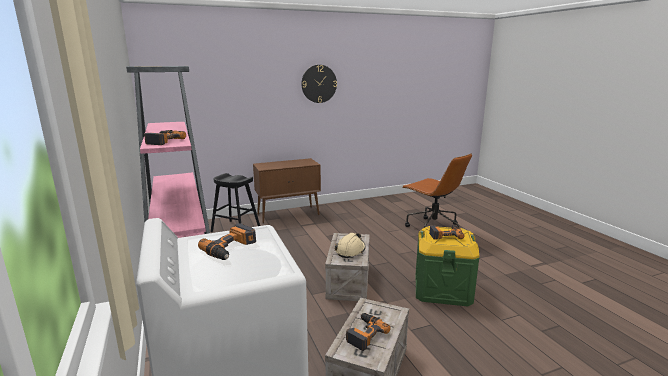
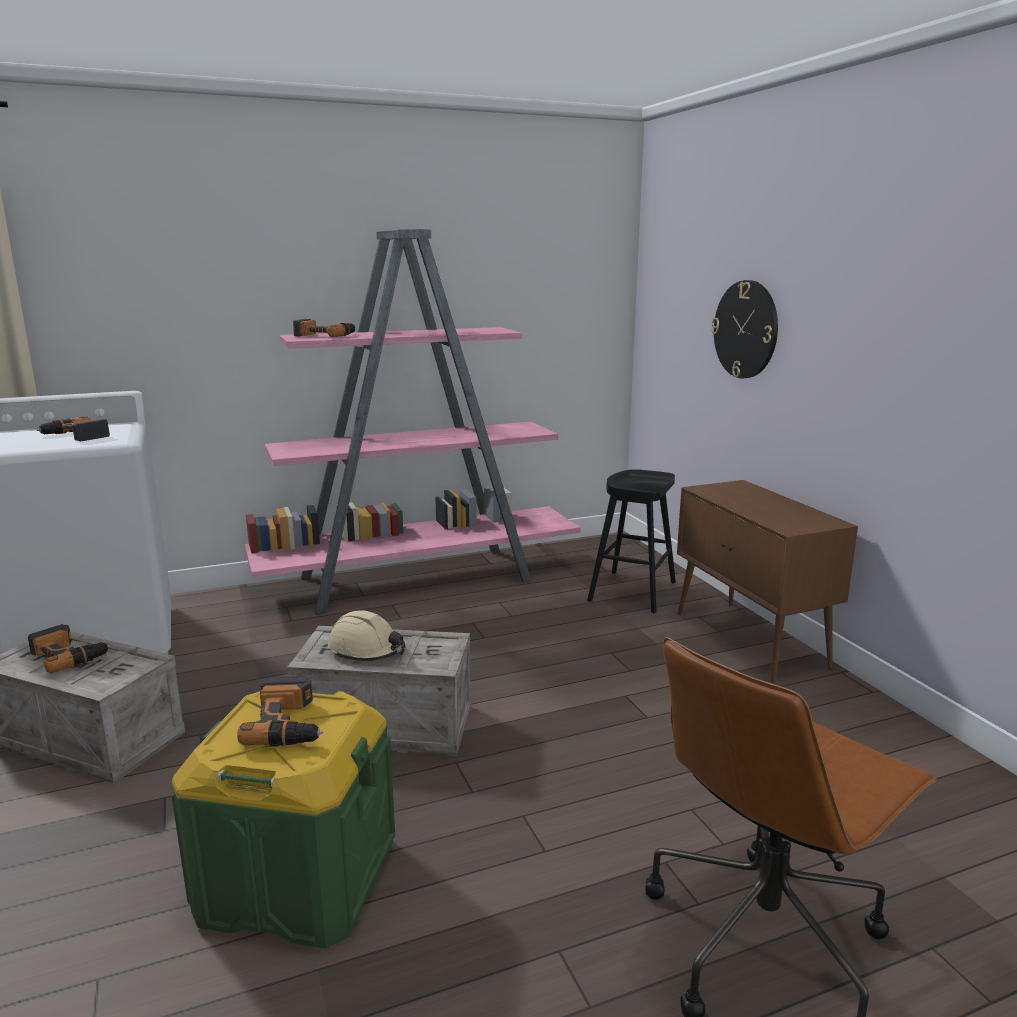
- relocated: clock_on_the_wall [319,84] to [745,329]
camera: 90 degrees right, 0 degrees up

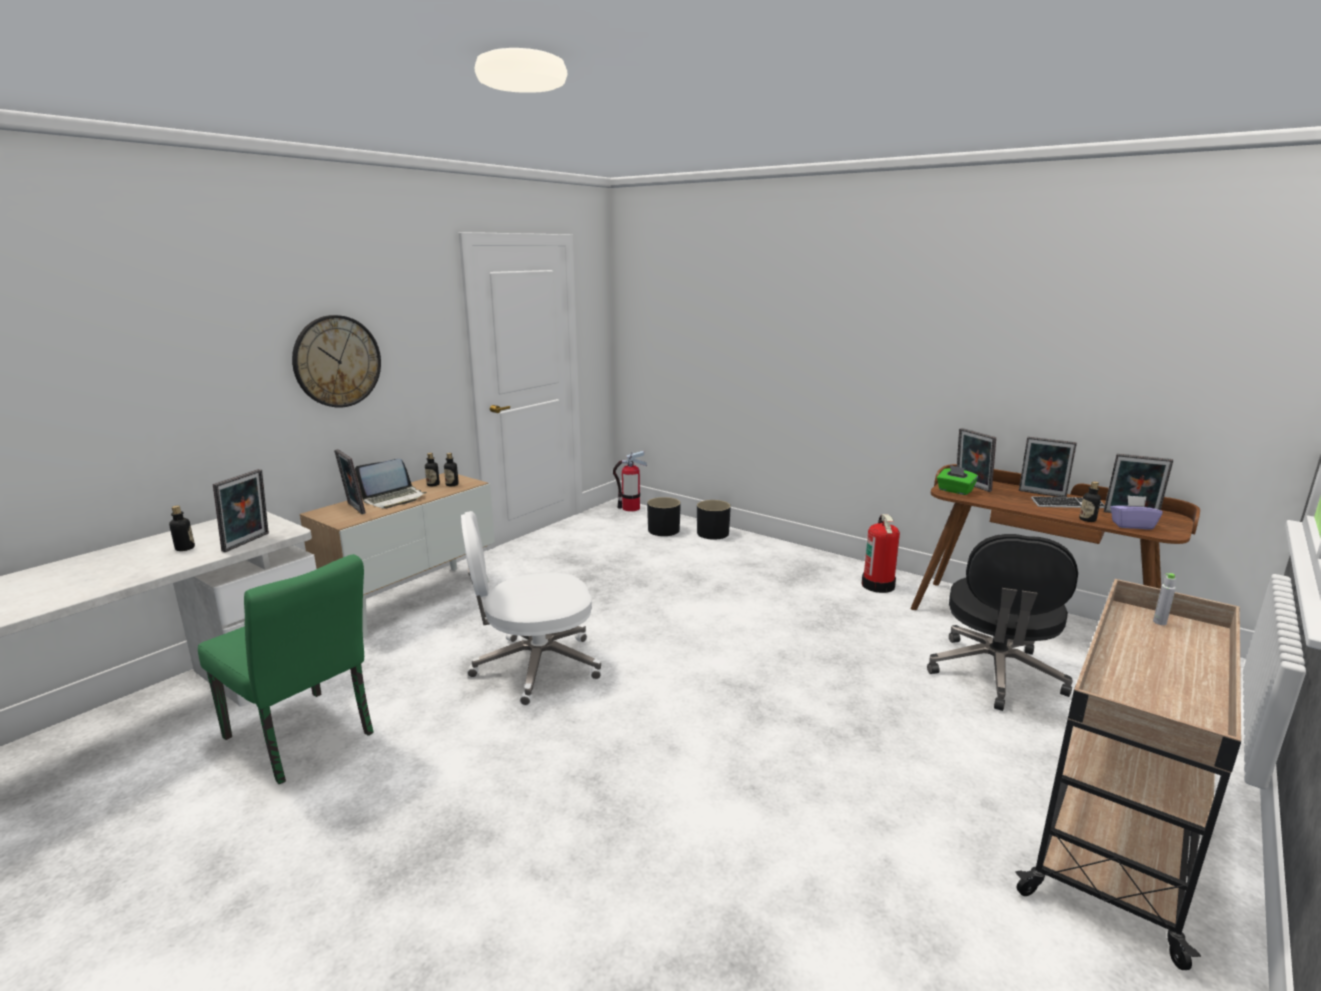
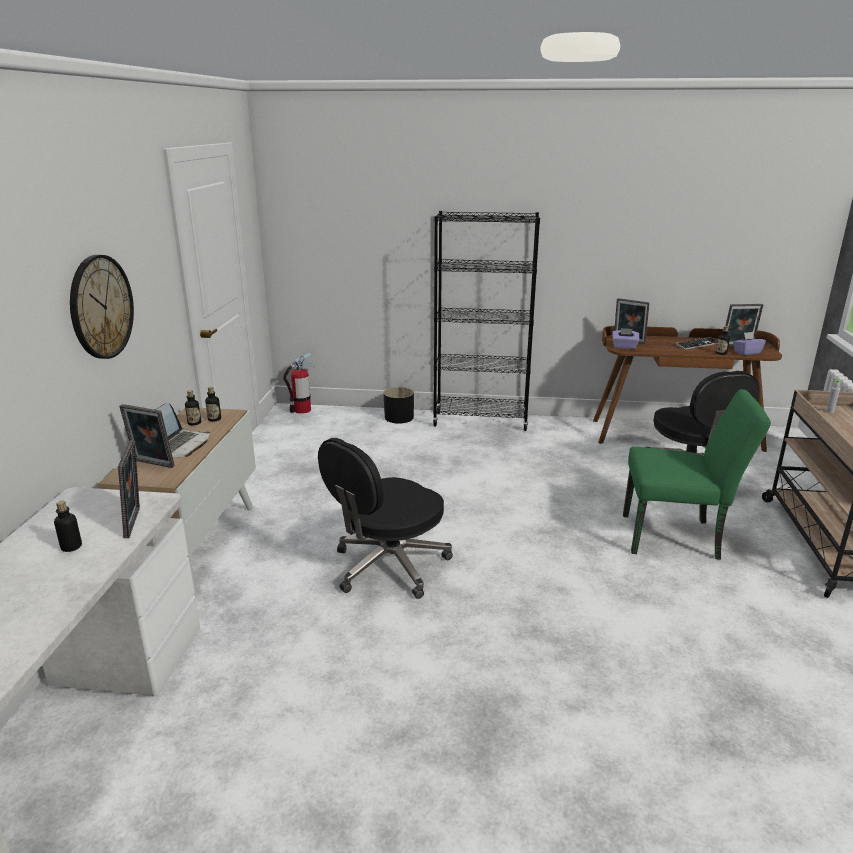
- missing: picture_frame [1041,494]
- colour: green_tissue_holder [955,491] to purple-coloured_tissue_holder [624,347]
- missing: blackish_flower_pot [663,530]
- colour: white-coloured_office_chair [534,666] to blackish_office_chair [388,566]
- missing: fire_extinguisher [878,585]
- relocated: green_chair [305,740] to [678,537]
- appeared: blackish_bookcase [481,421]
camera: 30 degrees left, 5 degrees up

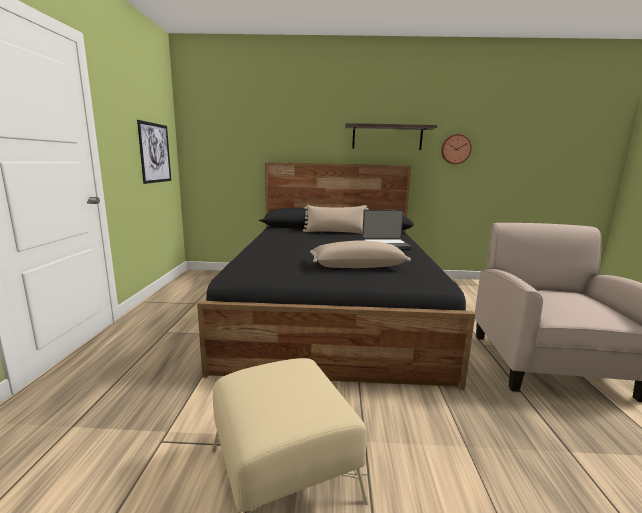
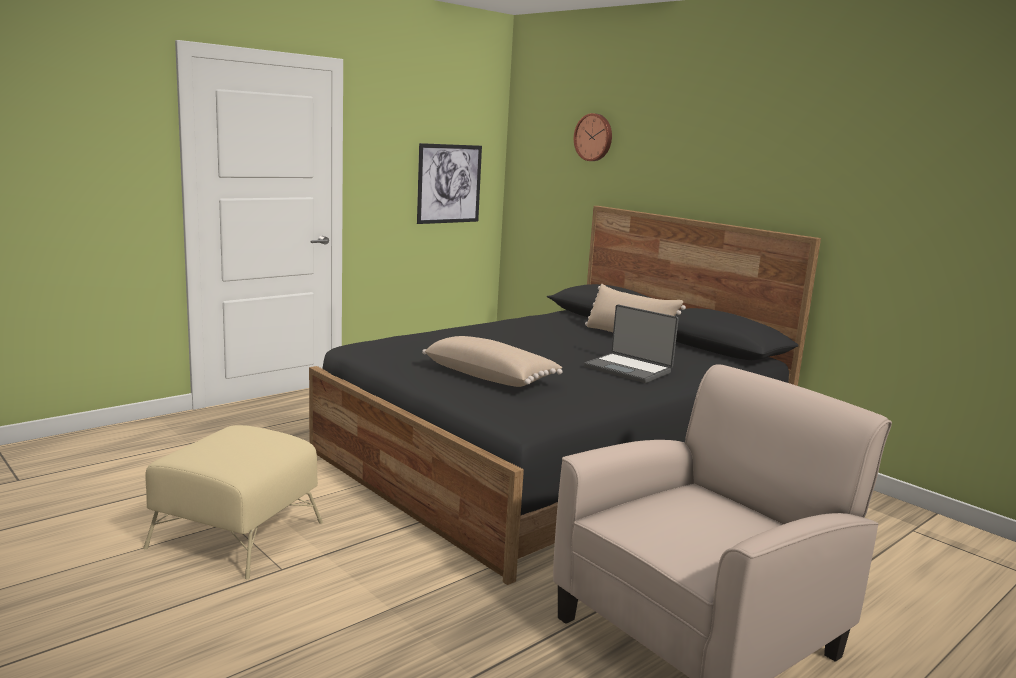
- missing: shelf [387,137]
- relocated: clock_on_the_wall [455,149] to [594,137]
camera: 45 degrees right, 0 degrees up

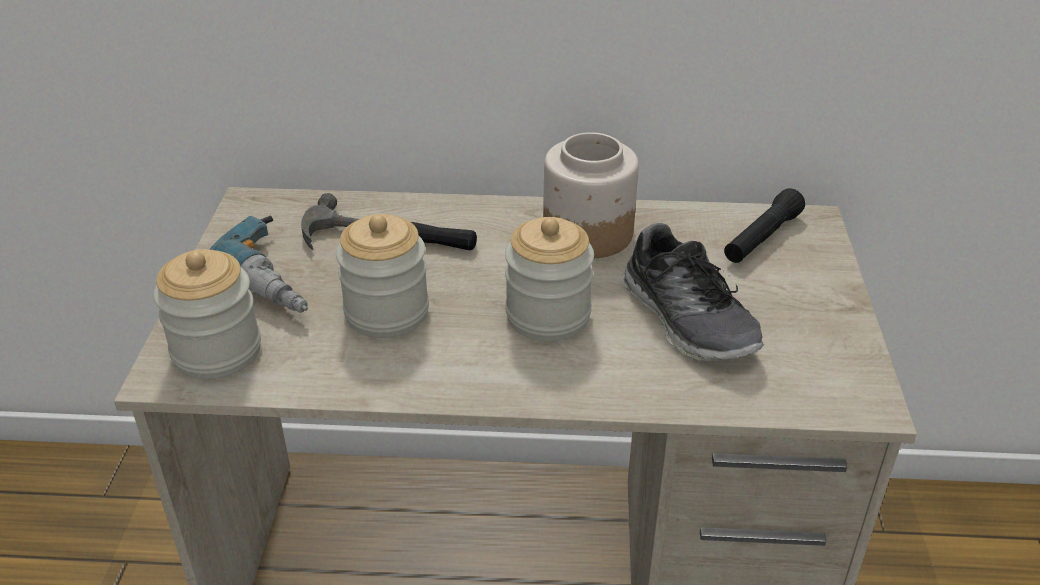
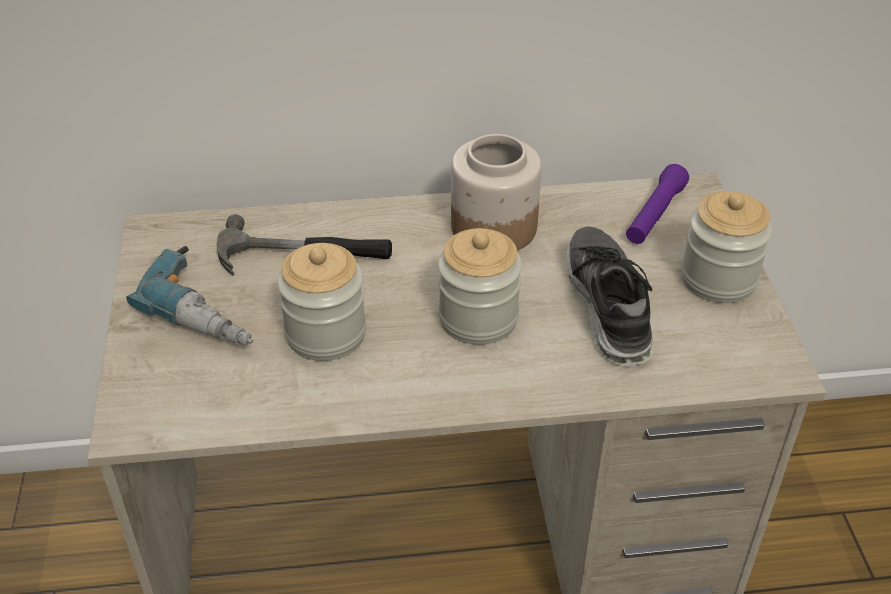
- colour: blackish_flashlight [761,238] to purple-coloured_flashlight [654,215]
- spun: item_of_footwear [687,320] = [606,306] 150 degrees counterclockwise
- relocated: preserve_jar [217,351] to [718,279]
camera: 10 degrees left, 5 degrees up

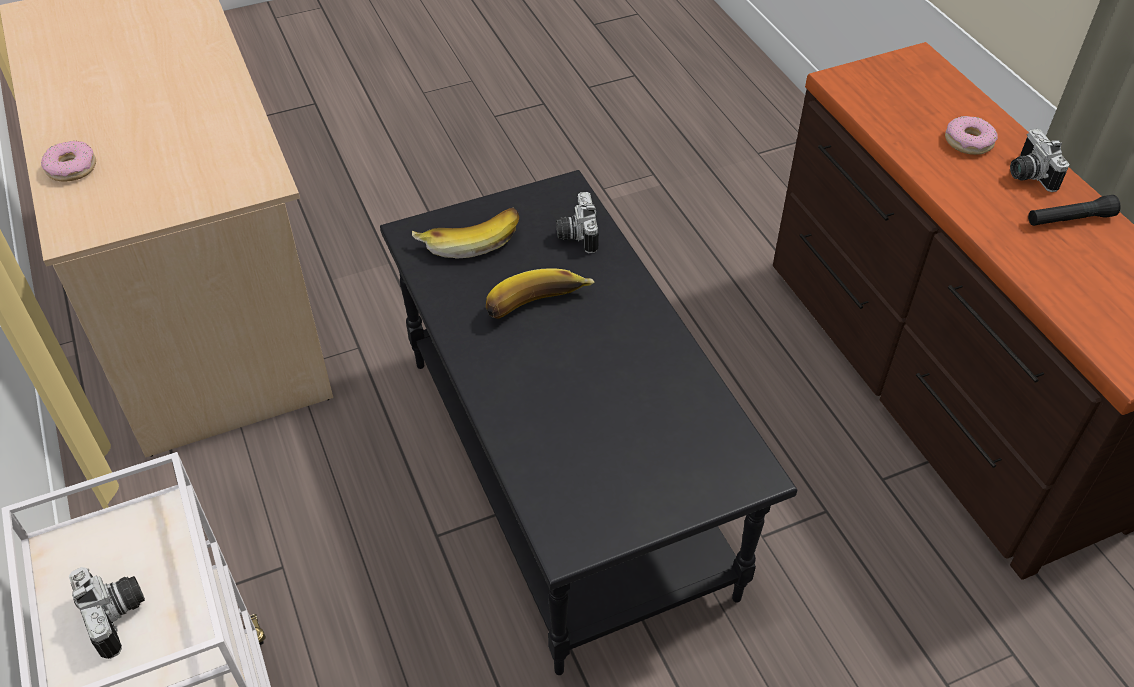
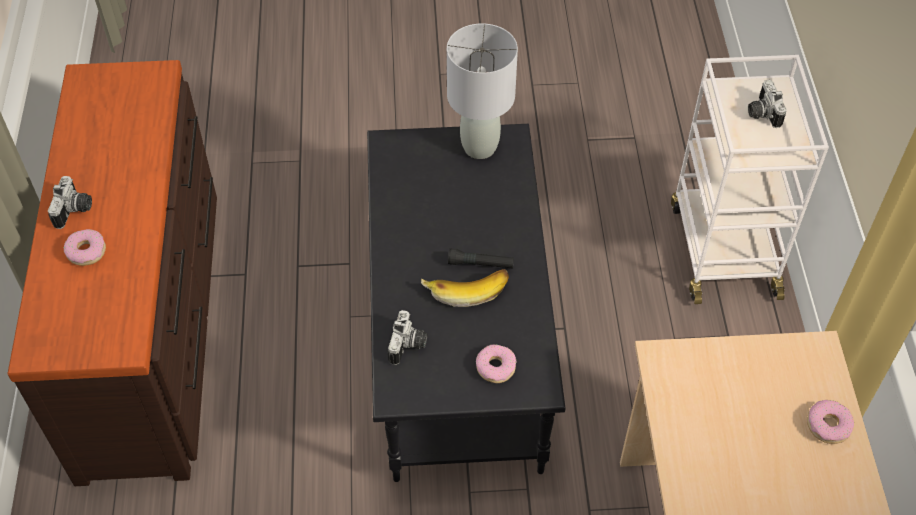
- relocated: blackish_flashlight [1069,219] to [480,264]
- exchanged: banana_fruit [469,239] to ring_doughnut [496,367]
- appeared: gray_table_lamp [480,147]
camera: 160 degrees left, 5 degrees up

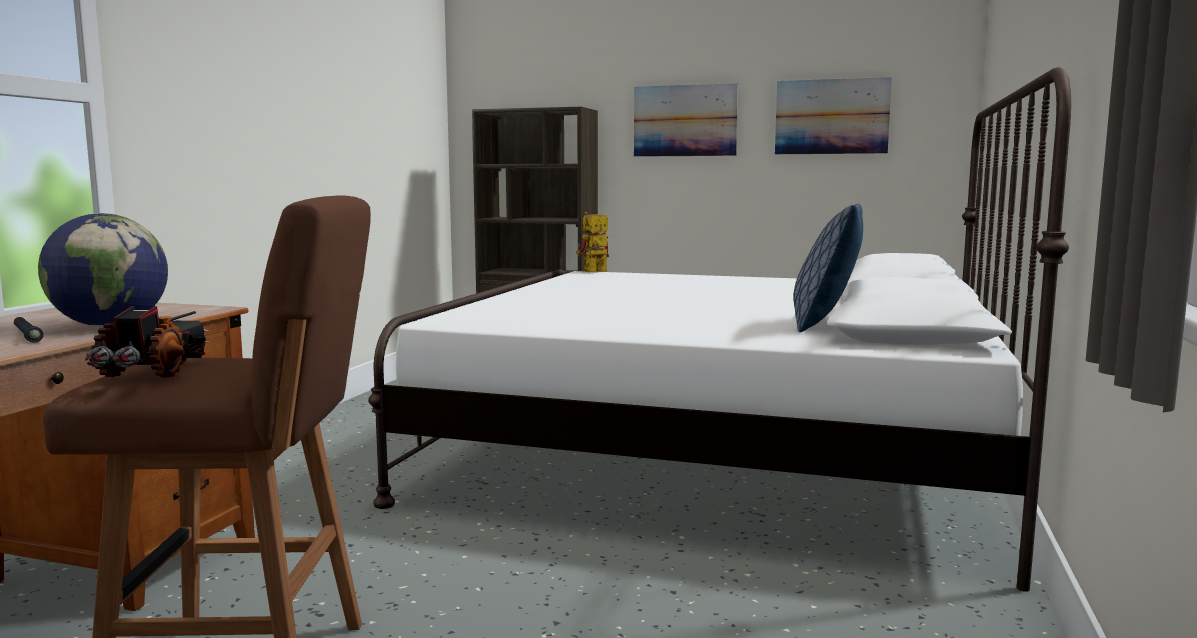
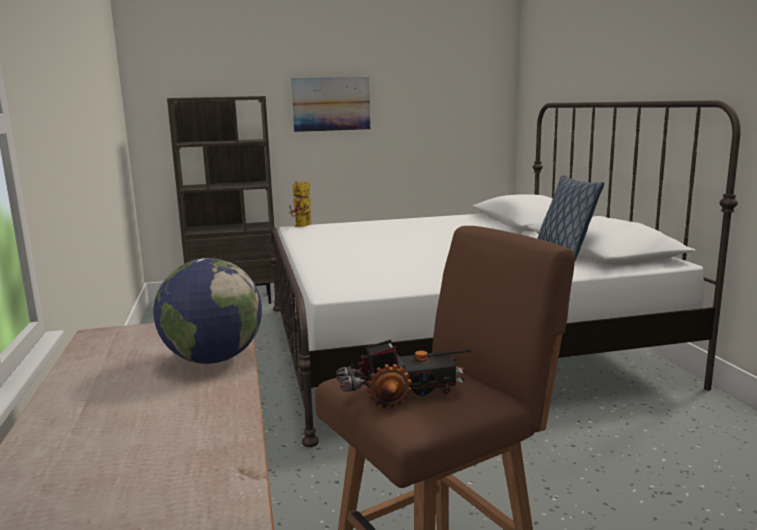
- missing: wall_art [831,116]
- spun: toy_lorry [156,371] = [403,394] 105 degrees clockwise
- missing: blackish_flashlight [27,335]
camera: 30 degrees left, 5 degrees up

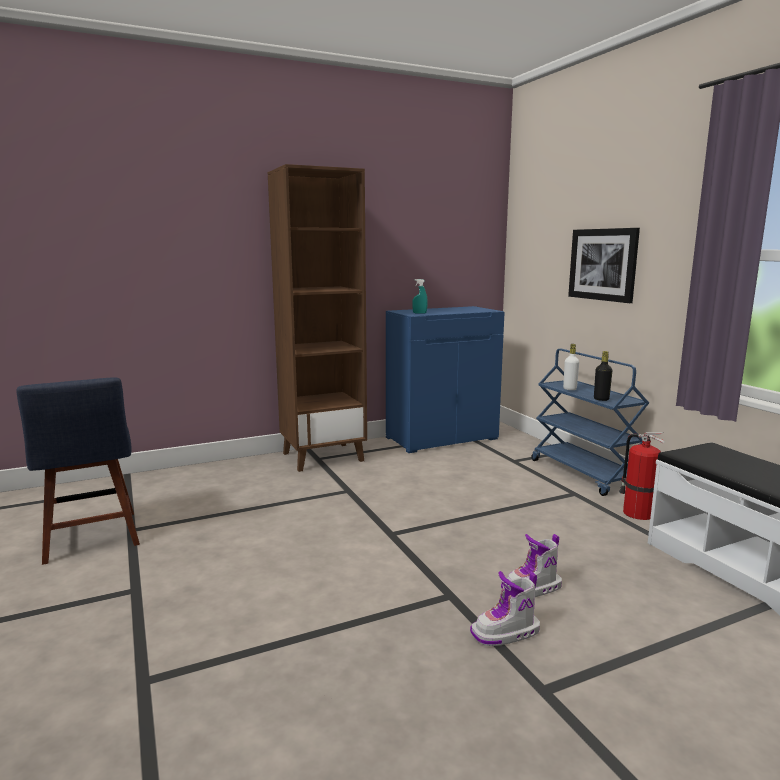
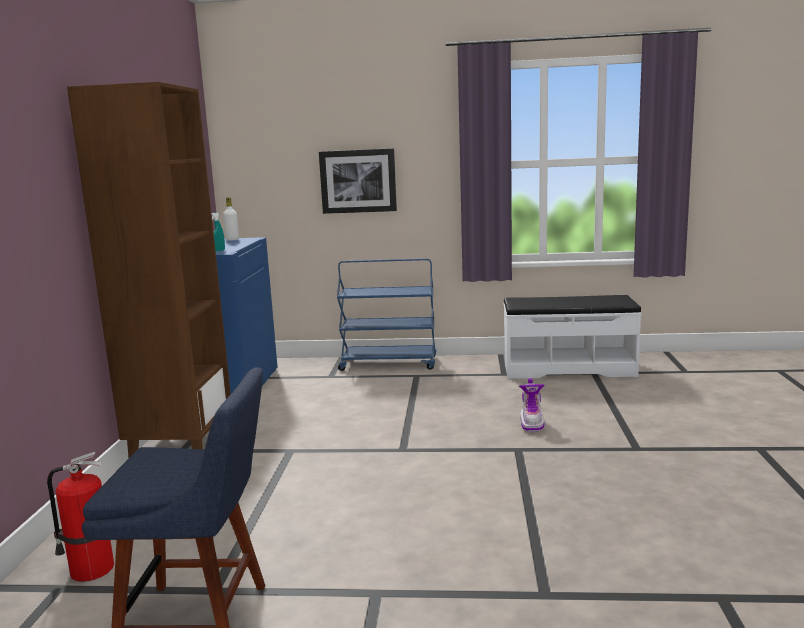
- relocated: white-coloured_bottle [569,389] to [232,240]
- missing: blackish_bottle [601,399]
- relocated: fire_extinguisher [636,512] to [89,569]
- missing: boot [506,633]
camera: 60 degrees left, 0 degrees up

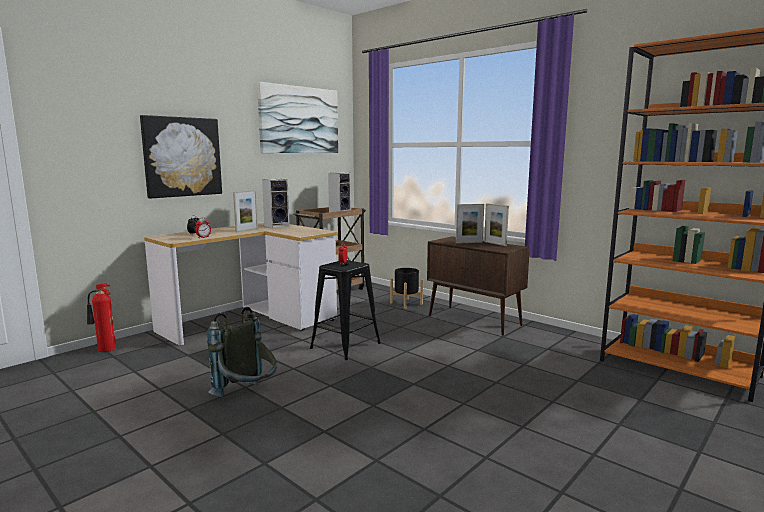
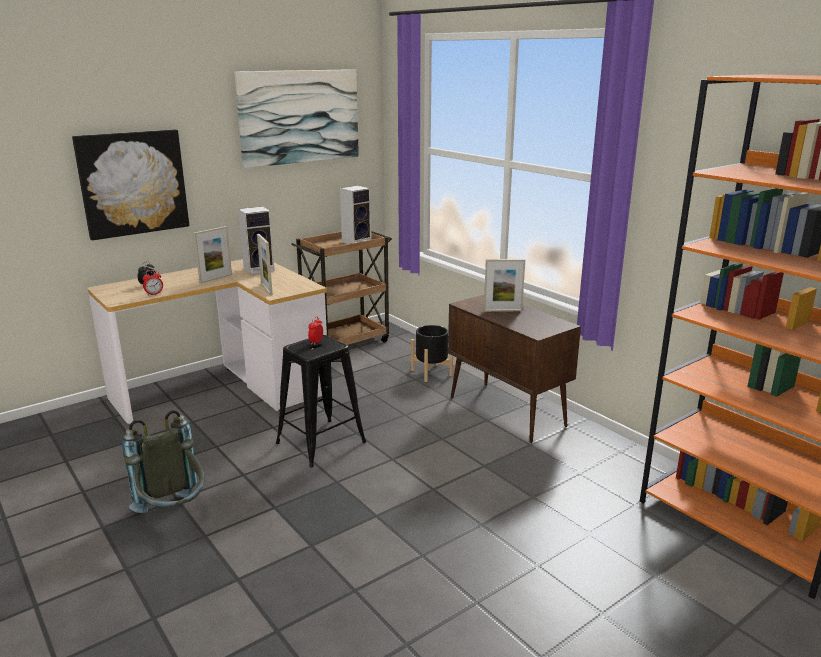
- relocated: picture_frame [495,243] to [266,289]
- missing: fire_extinguisher [106,350]
camera: 10 degrees right, 10 degrees up

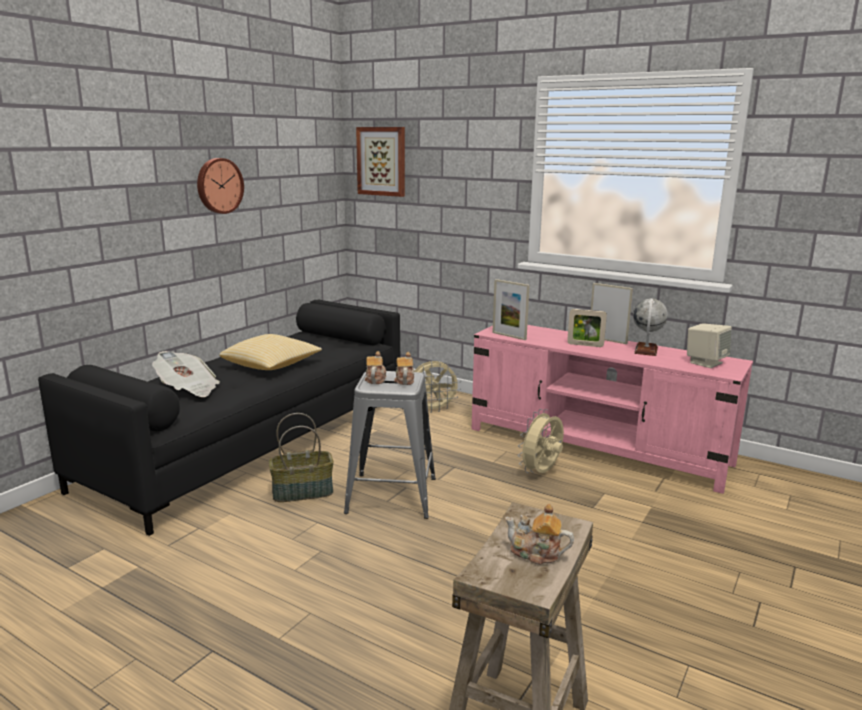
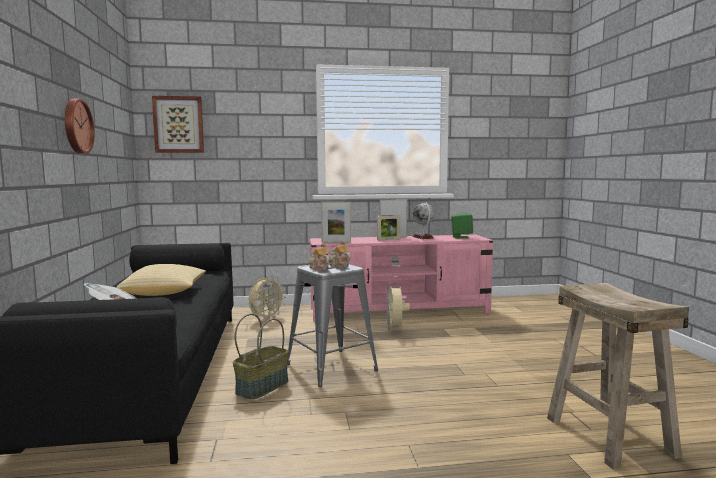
- colour: sand-coloured_audio_speaker [705,362] to green_audio_speaker [461,237]
- missing: tea_pot [536,553]
camera: 40 degrees left, 10 degrees down

